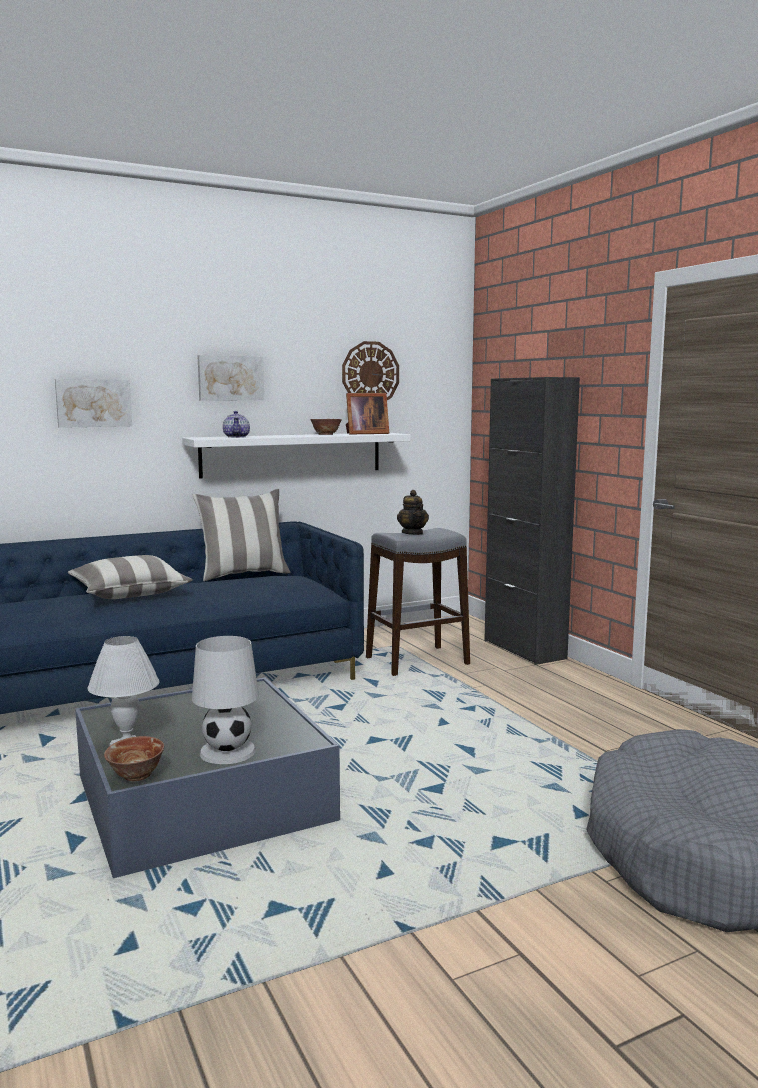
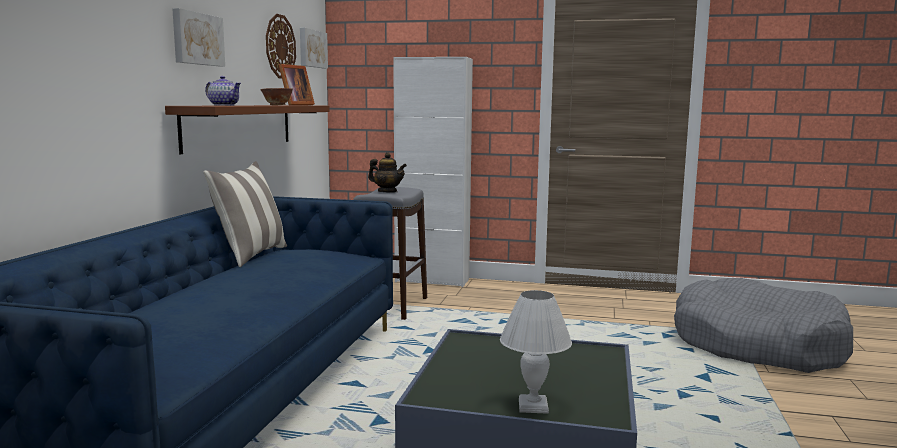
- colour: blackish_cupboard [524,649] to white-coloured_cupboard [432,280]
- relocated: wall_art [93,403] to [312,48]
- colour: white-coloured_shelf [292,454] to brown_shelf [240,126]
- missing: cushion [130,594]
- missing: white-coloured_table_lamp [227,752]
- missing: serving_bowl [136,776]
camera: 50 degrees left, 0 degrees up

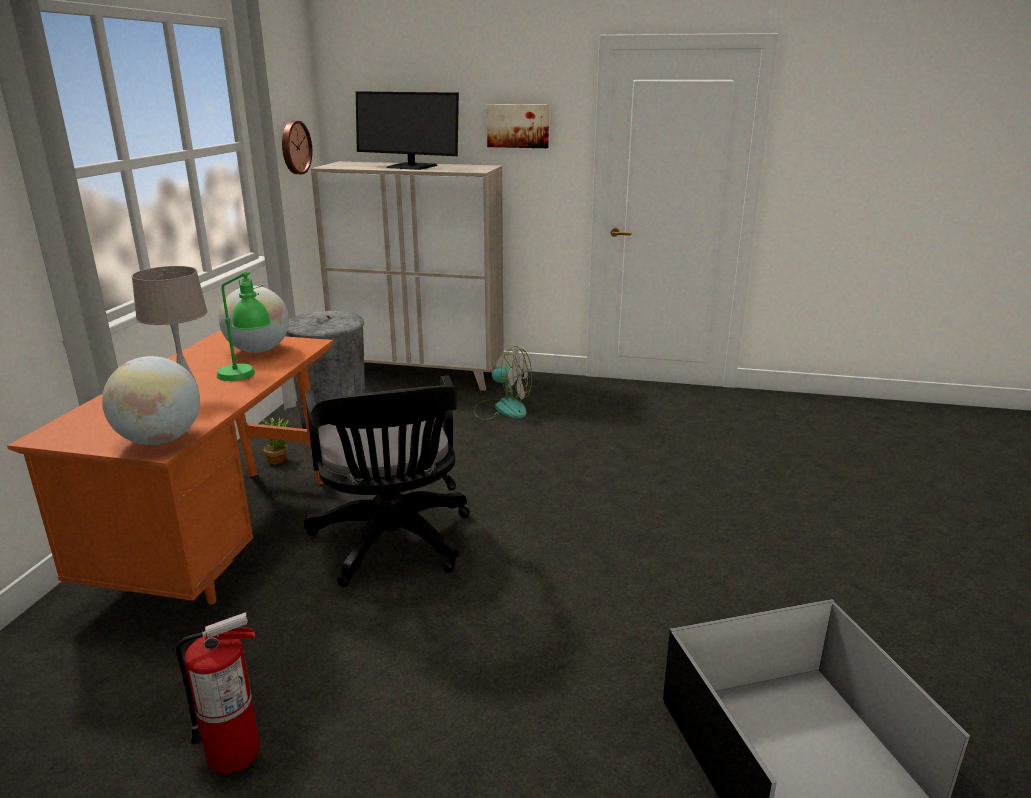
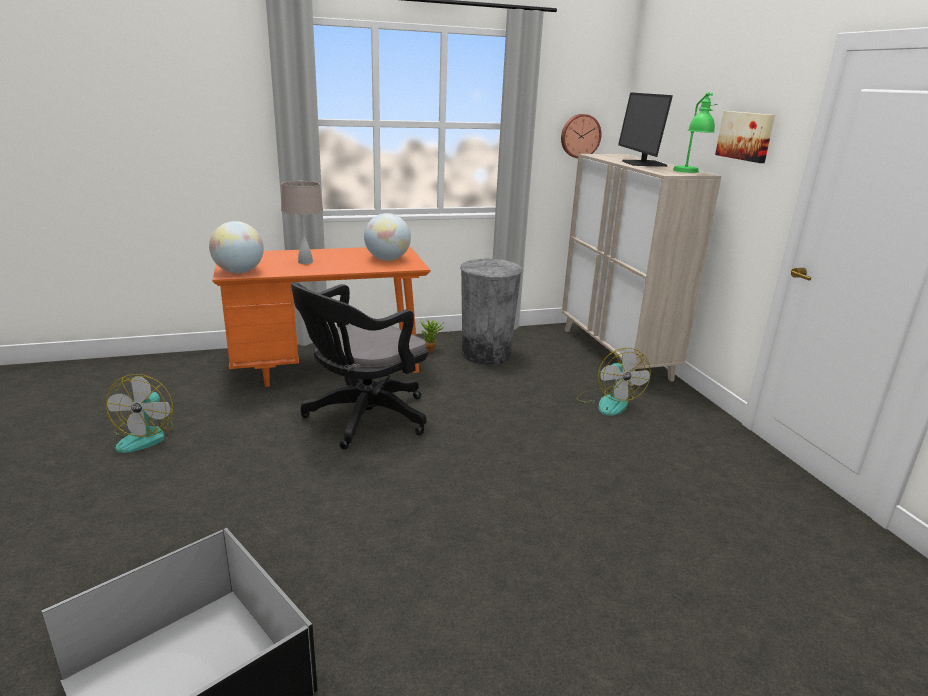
- relocated: green_table_lamp [248,377] to [690,172]
- exchanged: fire_extinguisher [234,752] to fan [146,436]
camera: 60 degrees right, 0 degrees up

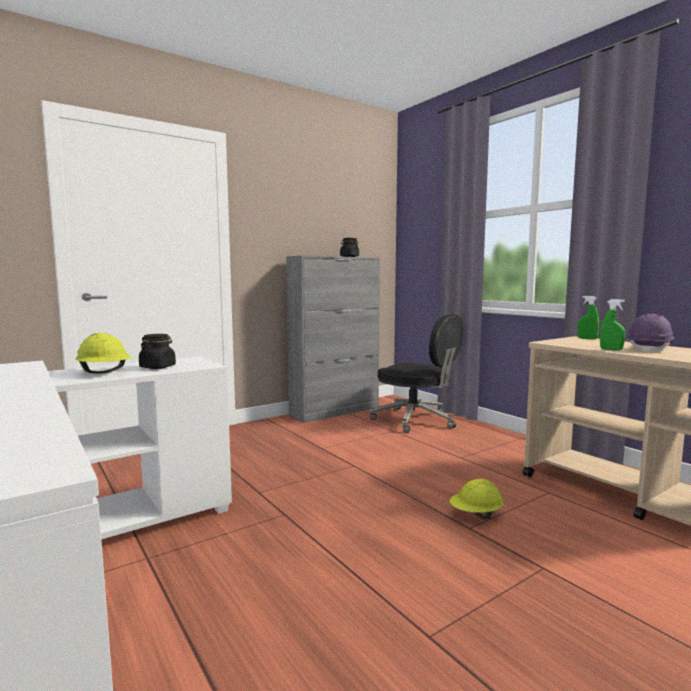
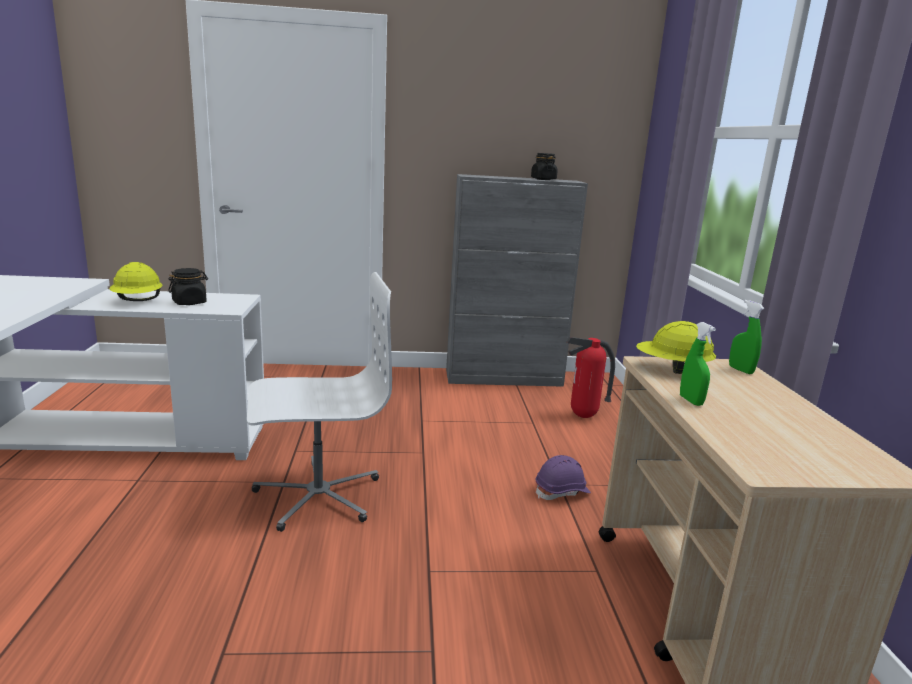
- exchanged: blackish_office_chair [416,420] to fire_extinguisher [583,417]
- relocated: purple-coloured_work_helmet [649,349] to [562,492]
- relocated: yellowish_work_helmet [476,515] to [672,370]
- appeared: white-coloured_office_chair [317,495]
camera: 30 degrees right, 10 degrees up

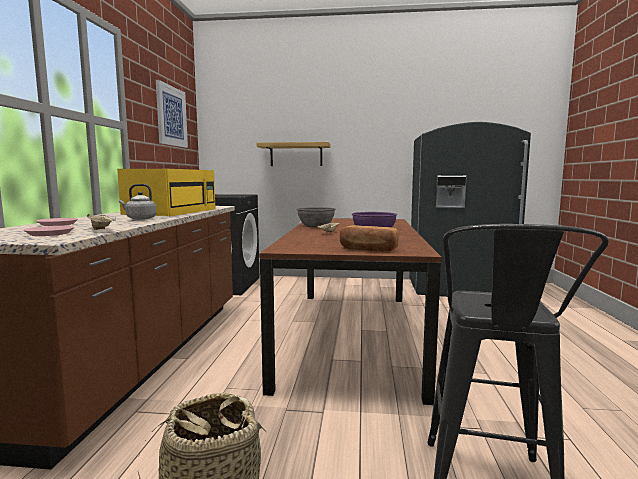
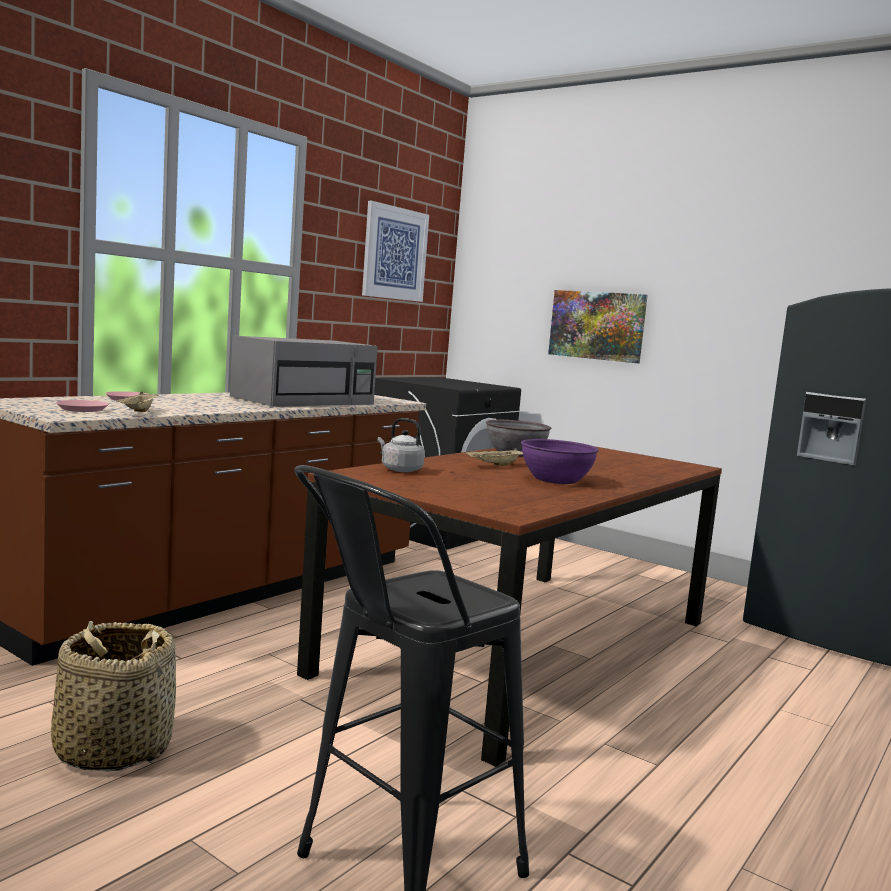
- exchanged: shelf [296,155] to wall_art [597,325]
- colour: yellowish_kitchen_microwave [172,211] to gray_kitchen_microwave [305,400]
- relocated: gray_water_kettle [139,219] to [399,469]
- missing: bread [368,249]
camera: 30 degrees right, 0 degrees up

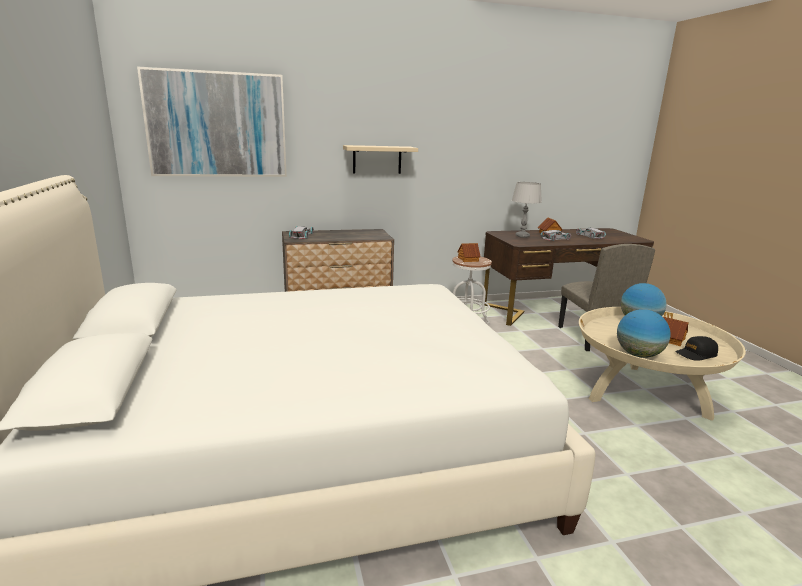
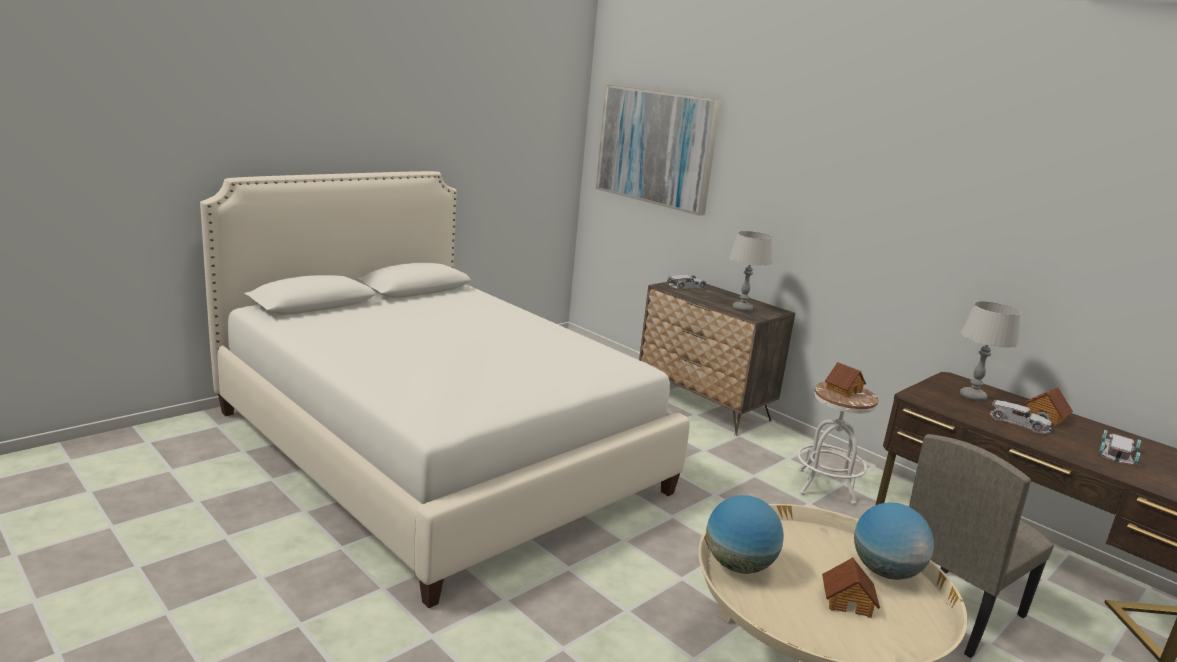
- missing: sand-coloured_shelf [377,159]
- missing: blackish_peaked_cap [696,354]
- appeared: gray_table_lamp [742,309]
camera: 60 degrees right, 0 degrees up

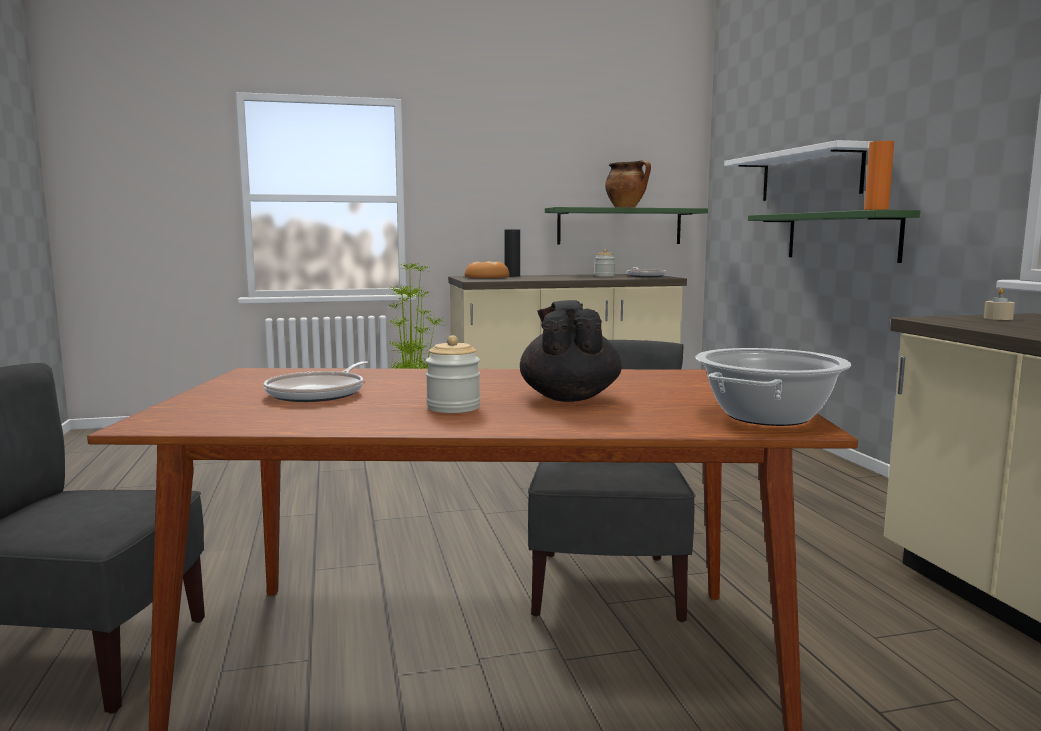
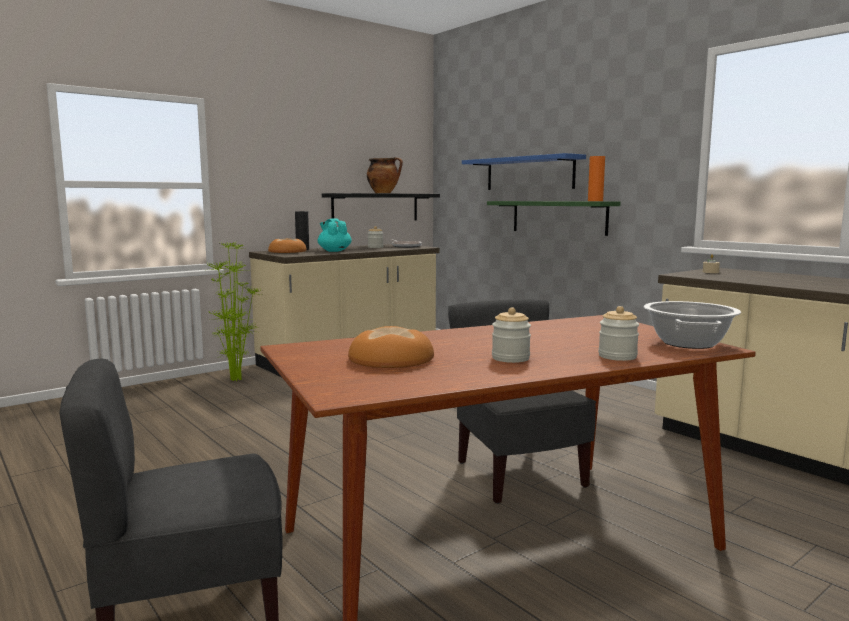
- colour: white-coloured_shelf [810,175] to blue-coloured_shelf [529,173]
- colour: green_shelf [619,226] to blackish_shelf [375,207]
- missing: blackish_tea_pot [569,397]
- exchanged: pan [319,393] to bread [392,358]
- appeared: turquoise-coloured_tea_pot [334,251]
- appeared: preserve_jar [617,356]
camera: 25 degrees left, 0 degrees up

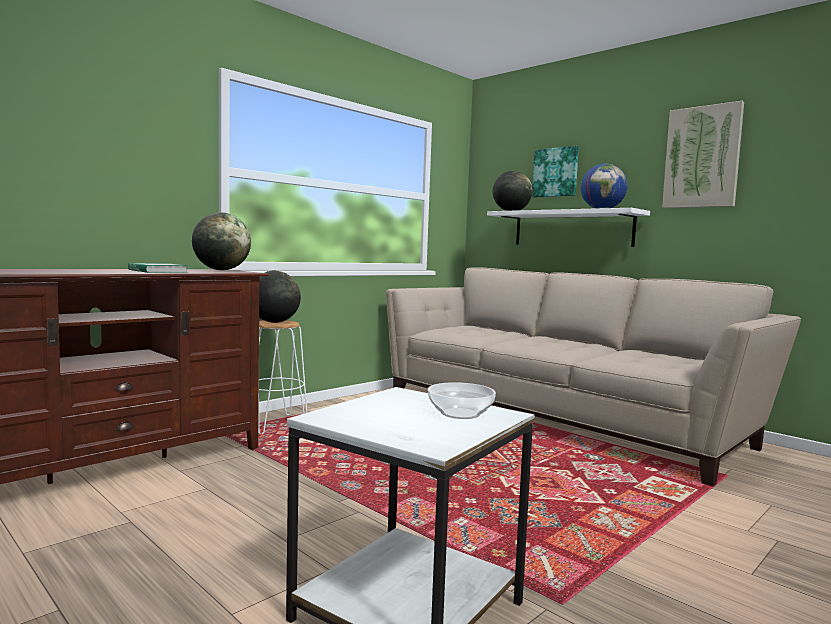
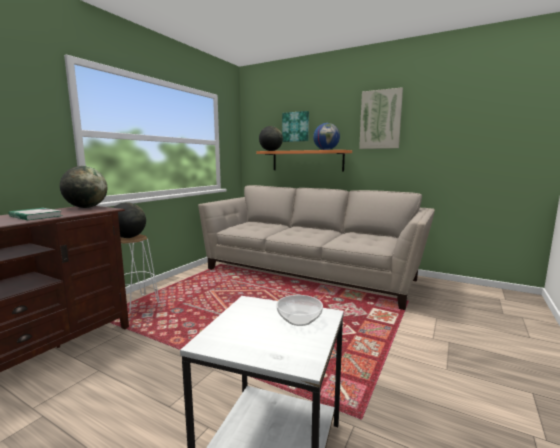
- colour: white-coloured_shelf [572,229] to orangey_shelf [307,161]
camera: 15 degrees left, 5 degrees up

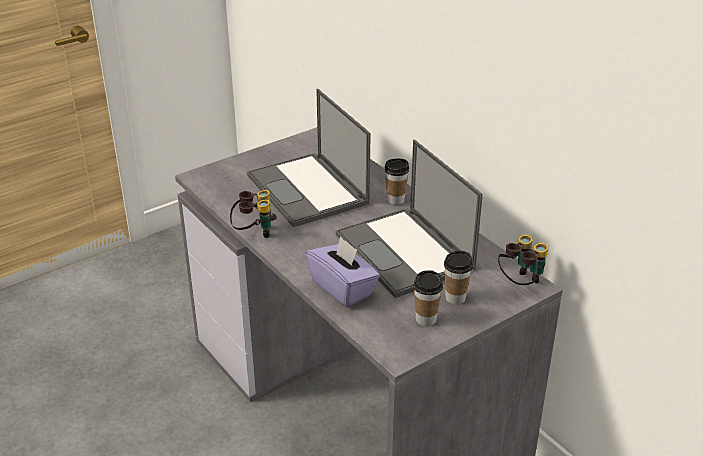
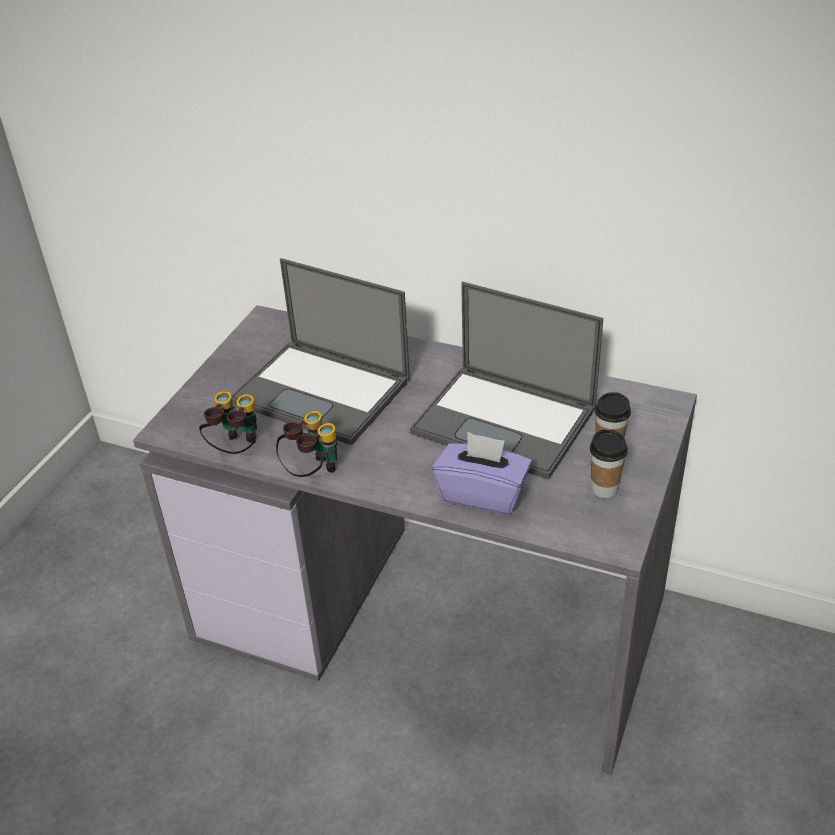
- missing: cup [395,200]
- relocated: field_glasses [520,283] to [236,450]
camera: 30 degrees left, 5 degrees up

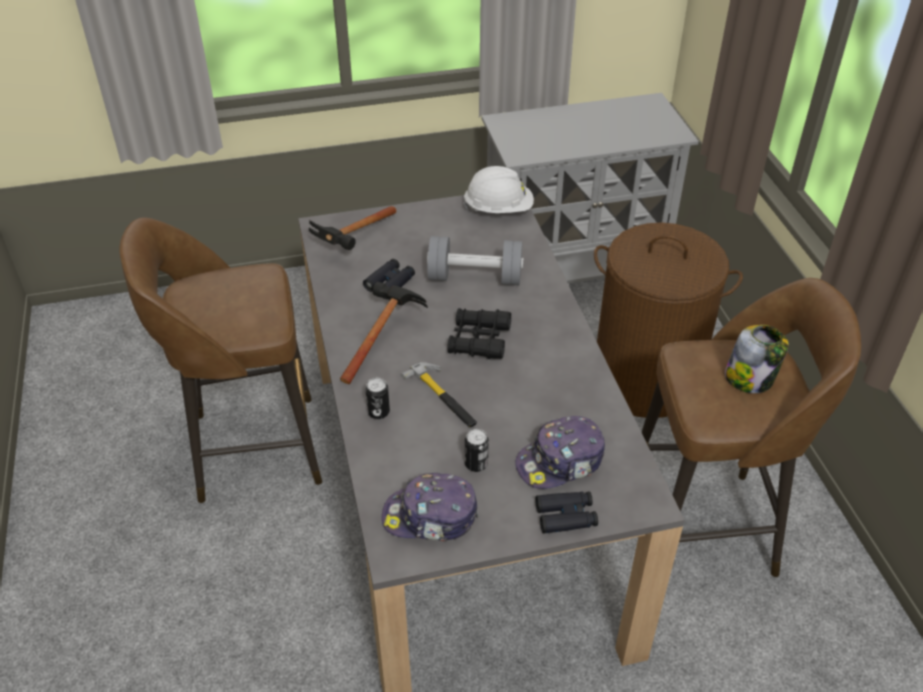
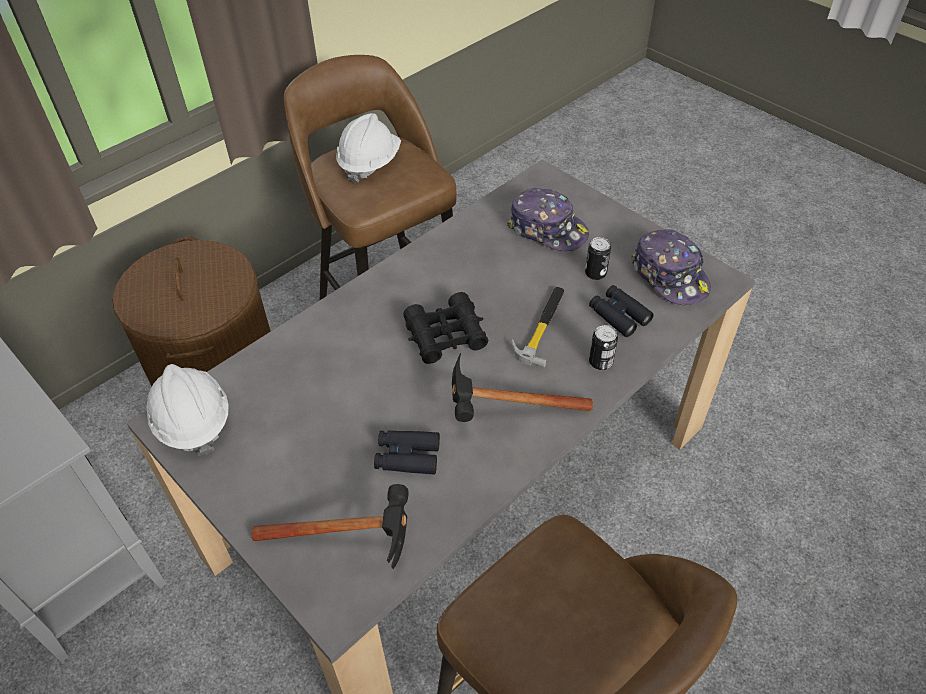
- missing: gray_free_weight [475,277]
- exchanged: preserve_jar [750,378] to white-coloured_work_helmet [369,163]
- relocated: blackish_field_glasses [566,516] to [619,315]
camera: 120 degrees left, 5 degrees up

